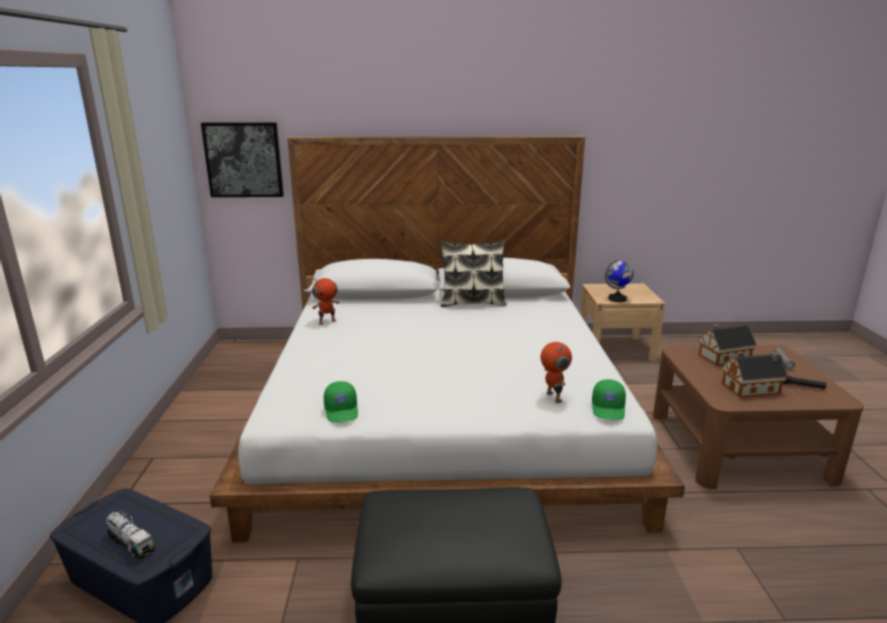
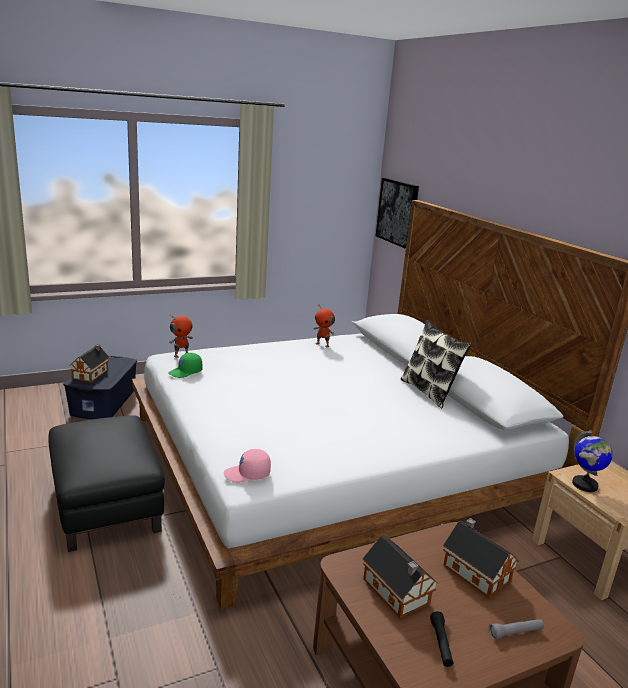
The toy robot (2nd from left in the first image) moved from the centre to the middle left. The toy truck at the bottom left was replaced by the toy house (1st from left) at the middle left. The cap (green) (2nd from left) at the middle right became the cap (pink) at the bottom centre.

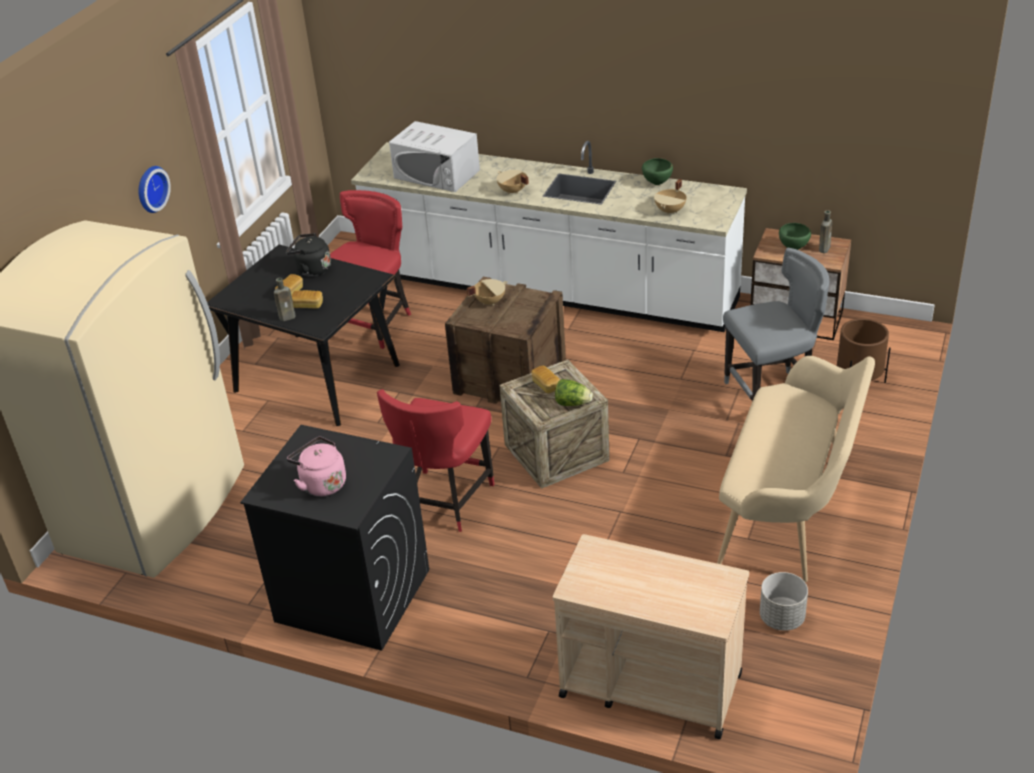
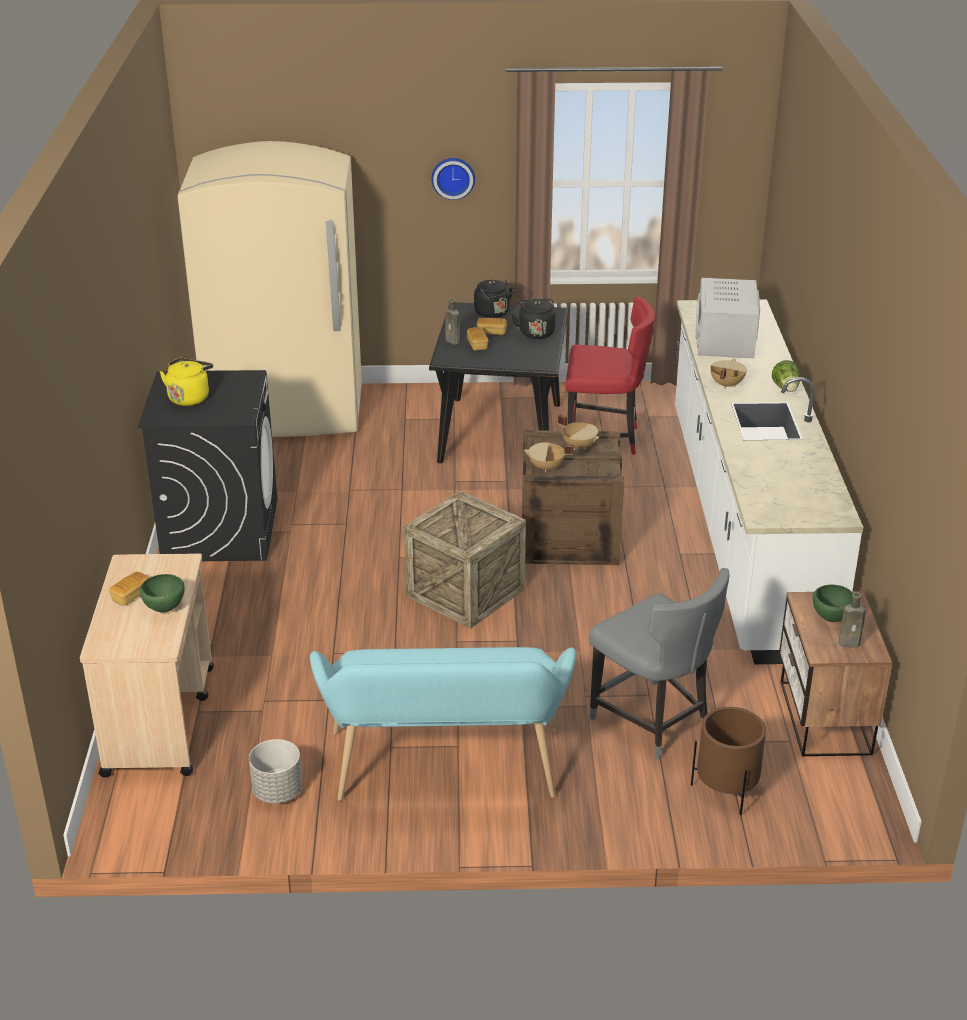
The chair (red) (2nd from left) at the centre disappeared. The kettle (black) (1st from left) at the top centre appeared. The bread (3rd from left in the first image) moved from the centre to the middle left. The lettuce moved from the centre to the middle right. The bowl (green) (1st from left) moved from the top centre to the middle left. The cooking pot (beige) (3rd from left in the first image) moved from the top centre to the centre. The kettle (pink) at the middle left became the kettle (yellow) at the middle left. The bench (beige) at the middle right became the bench (turquoise) at the bottom centre.

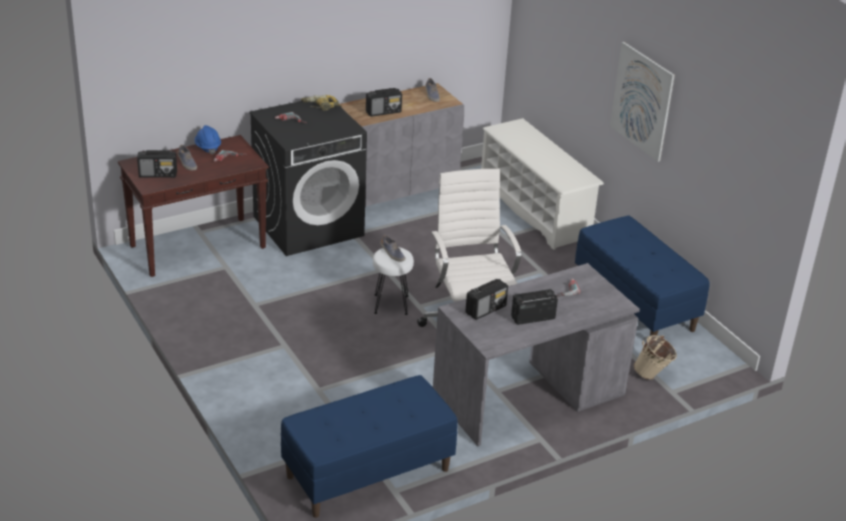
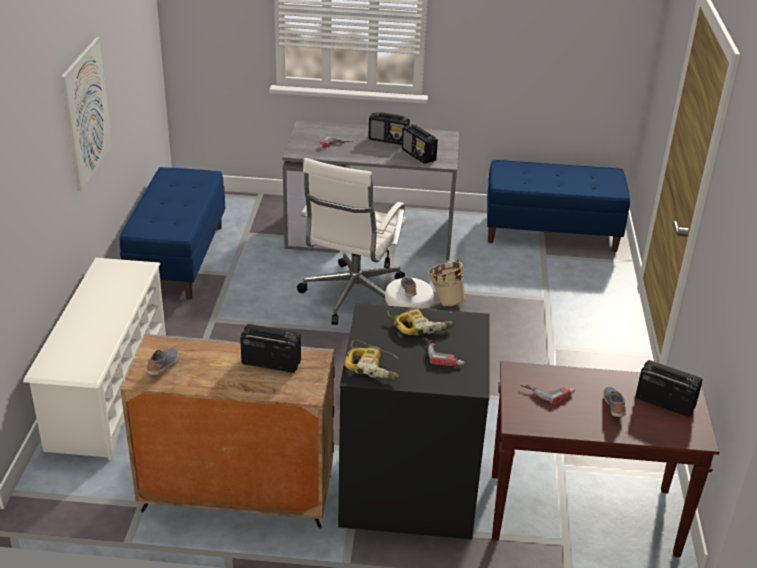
The hard hat (blue) at the top left disappeared. The power drill (3rd from left) at the centre appeared. The bucket (beige) moved from the bottom right to the centre. The radio (3rd from left) at the centre turned 120 degrees counterclockwise.

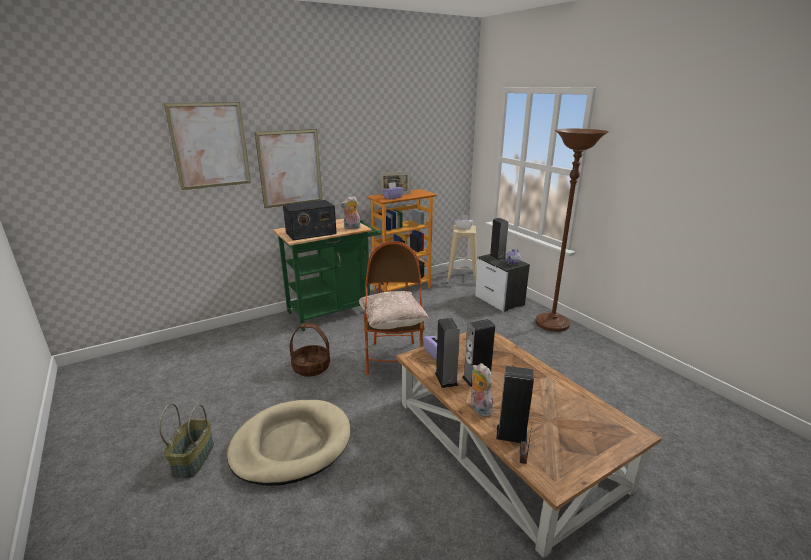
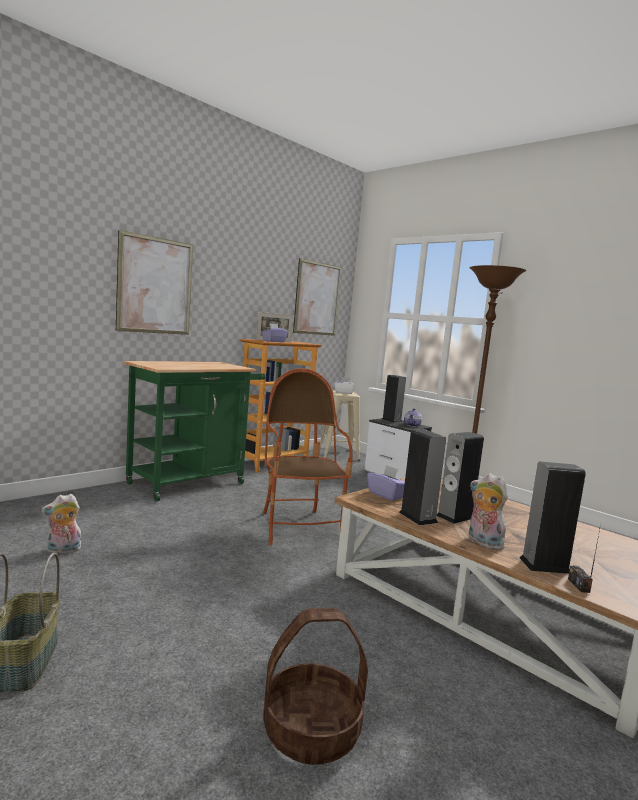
The dog bed (beige) at the bottom centre disappeared. The radio (1st from left) at the centre disappeared. The pillow (beige) at the centre disappeared. The picture (1st from left in the first image) moved from the top left to the centre. The basket (2nd from left) moved from the centre to the bottom centre. The plush toy (1st from left) moved from the centre to the middle left.

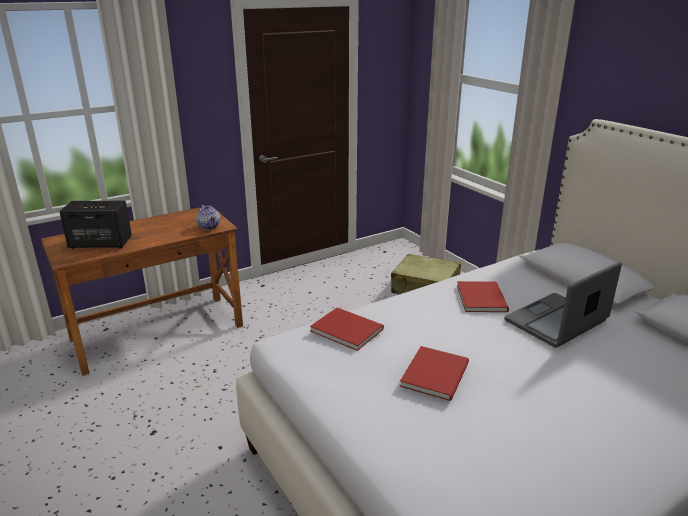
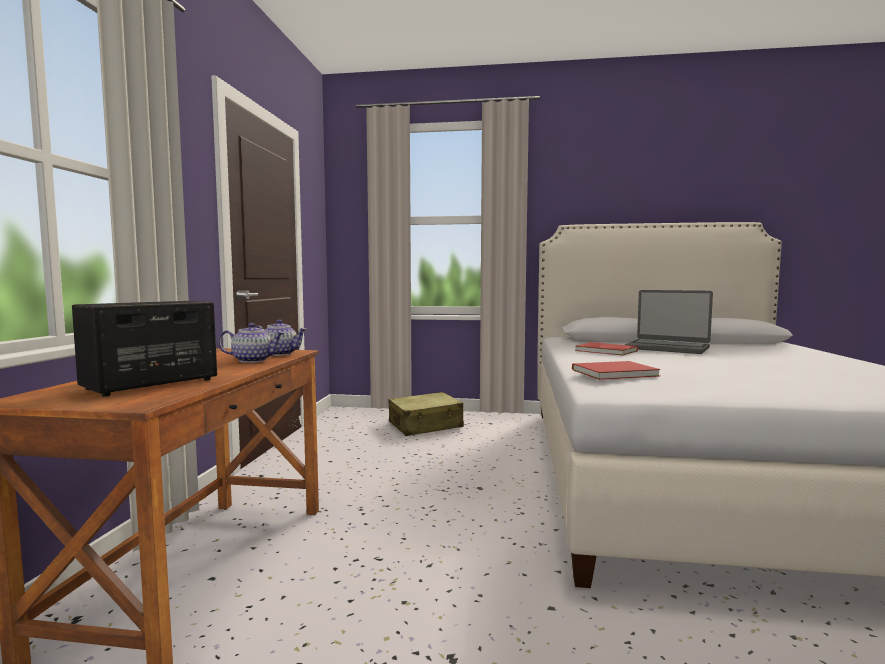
The book (red) (2nd from left) at the bottom centre disappeared. The teapot (1st from left) at the middle left appeared. The laptop at the middle right turned 60 degrees counterclockwise.

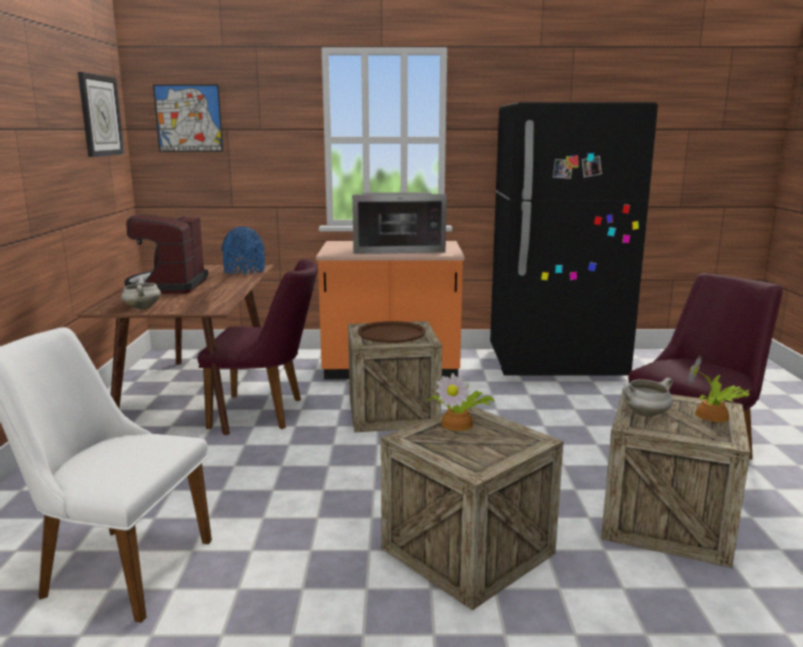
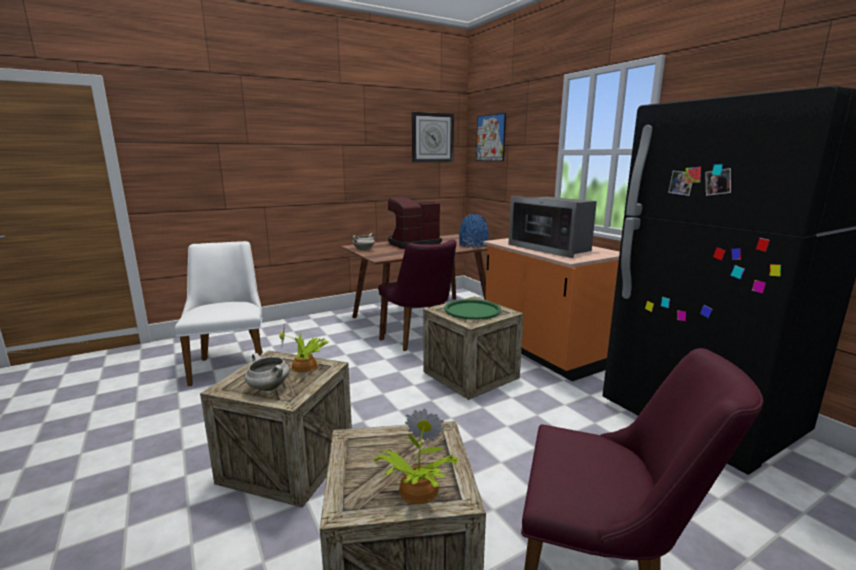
The cooking pot (white) (2nd from left in the first image) moved from the middle right to the middle left. The tray (brown) at the centre became the tray (green) at the centre.

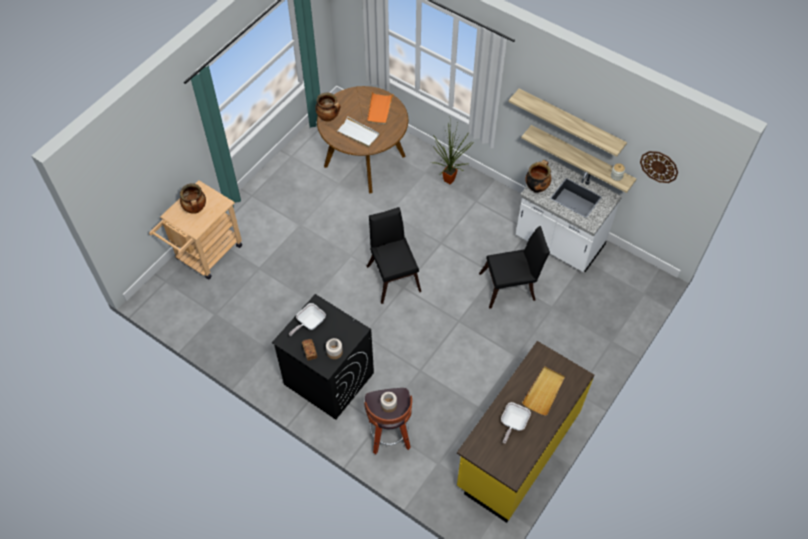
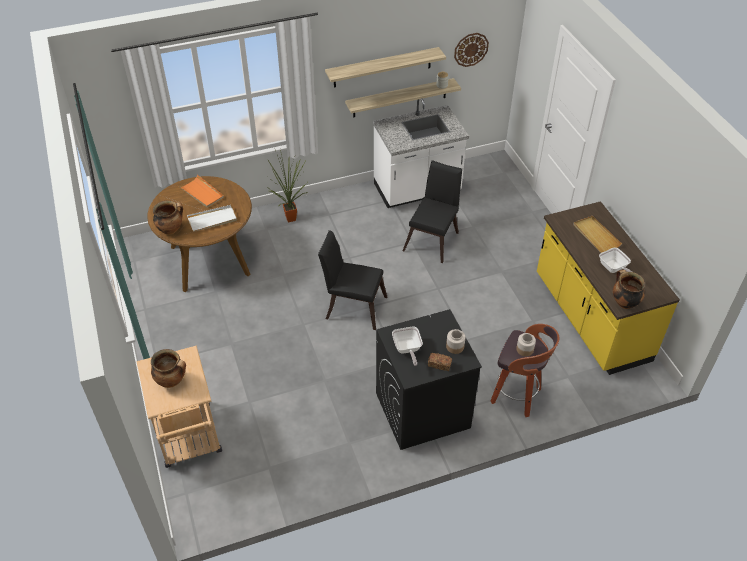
The cooking pot (3rd from left) moved from the top centre to the middle right.

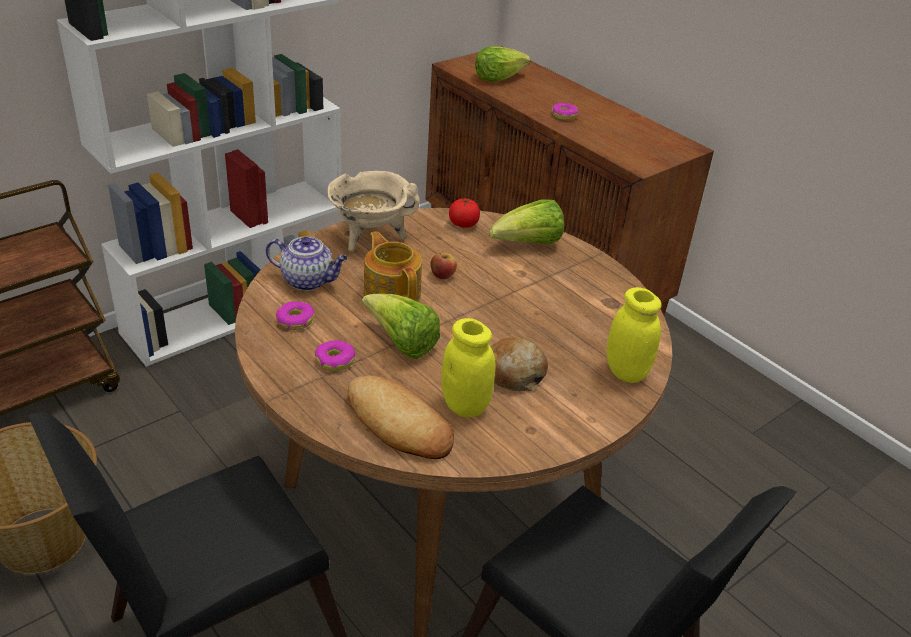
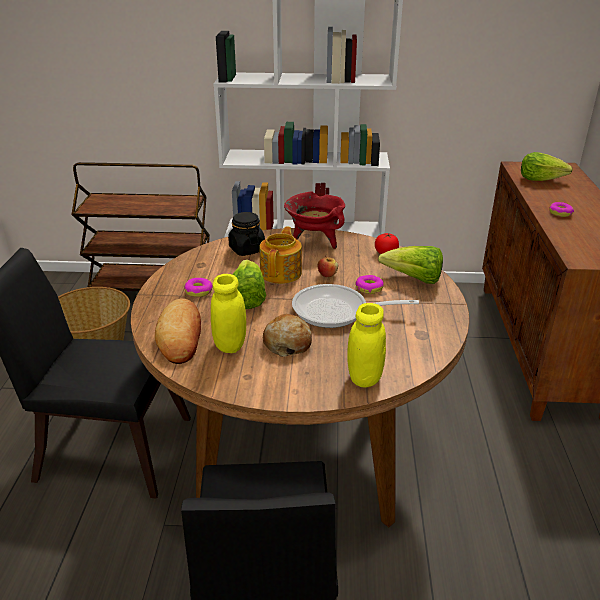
The frying pan at the centre appeared. The donut (1st from left in the first image) moved from the middle left to the centre. The teapot (1st from left) at the centre was replaced by the jar (black) at the centre. The cooking pot (beige) at the top centre became the cooking pot (red) at the centre.

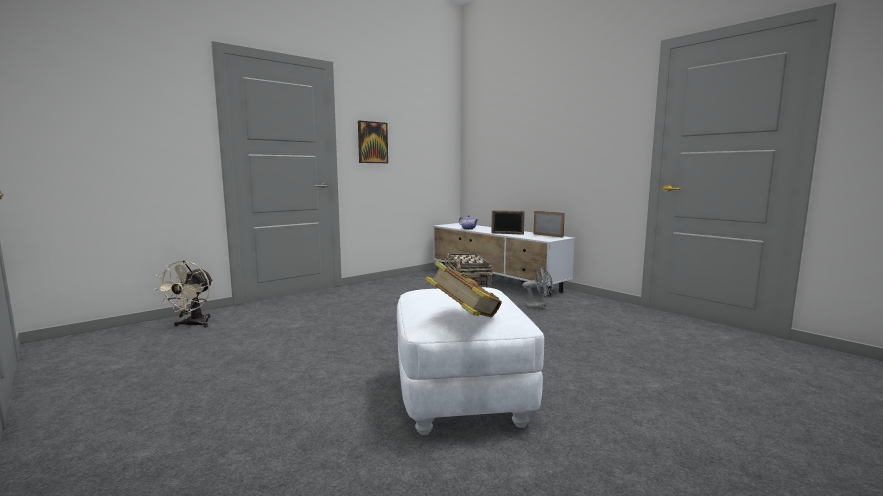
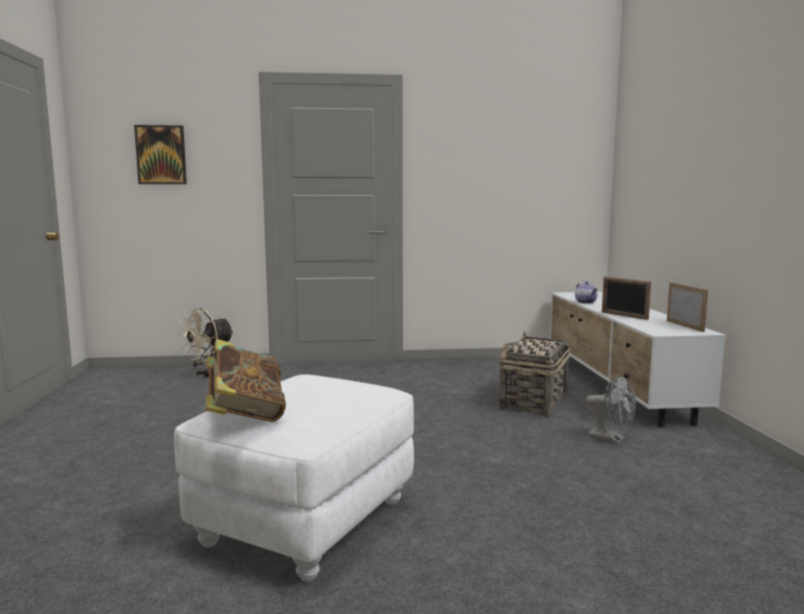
The picture moved from the top centre to the top left.

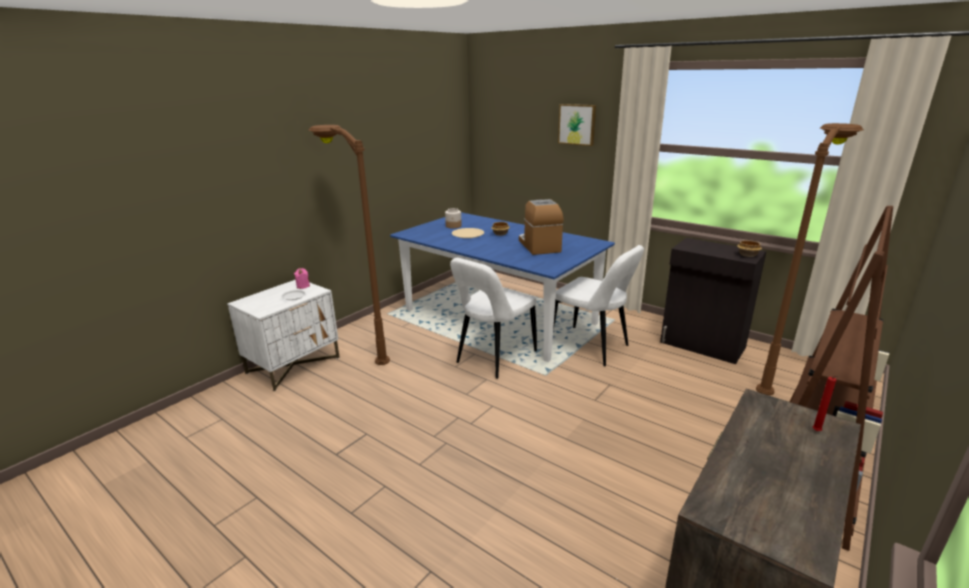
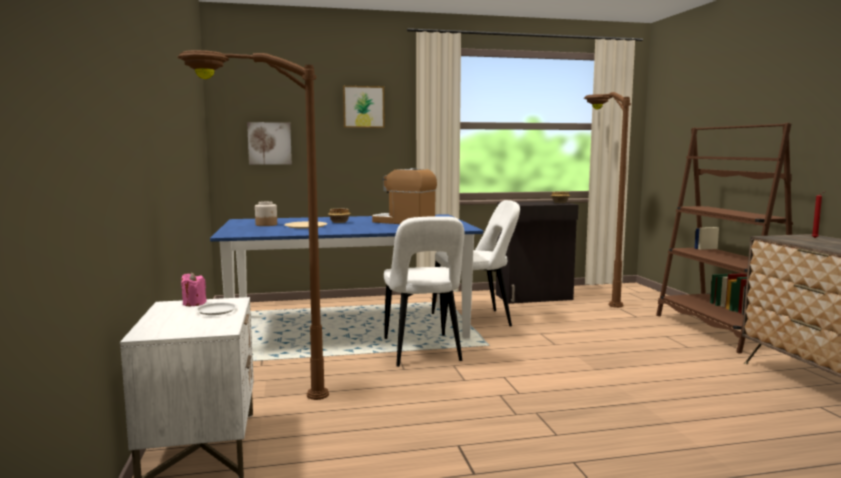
The picture (1st from left) at the top left appeared.

